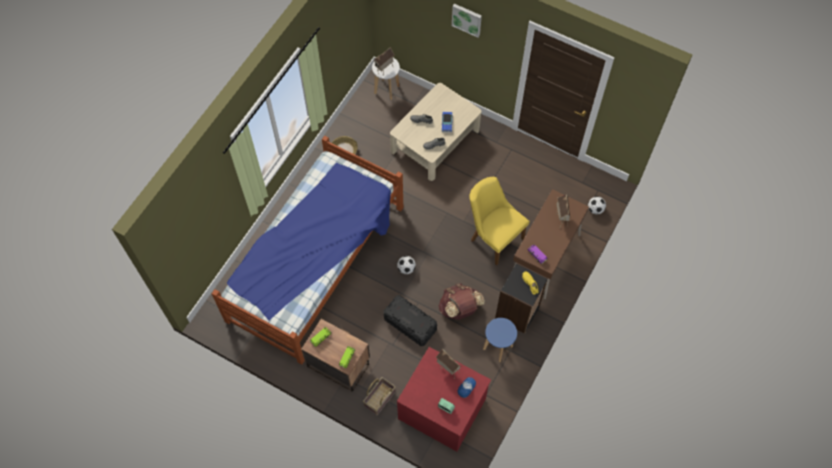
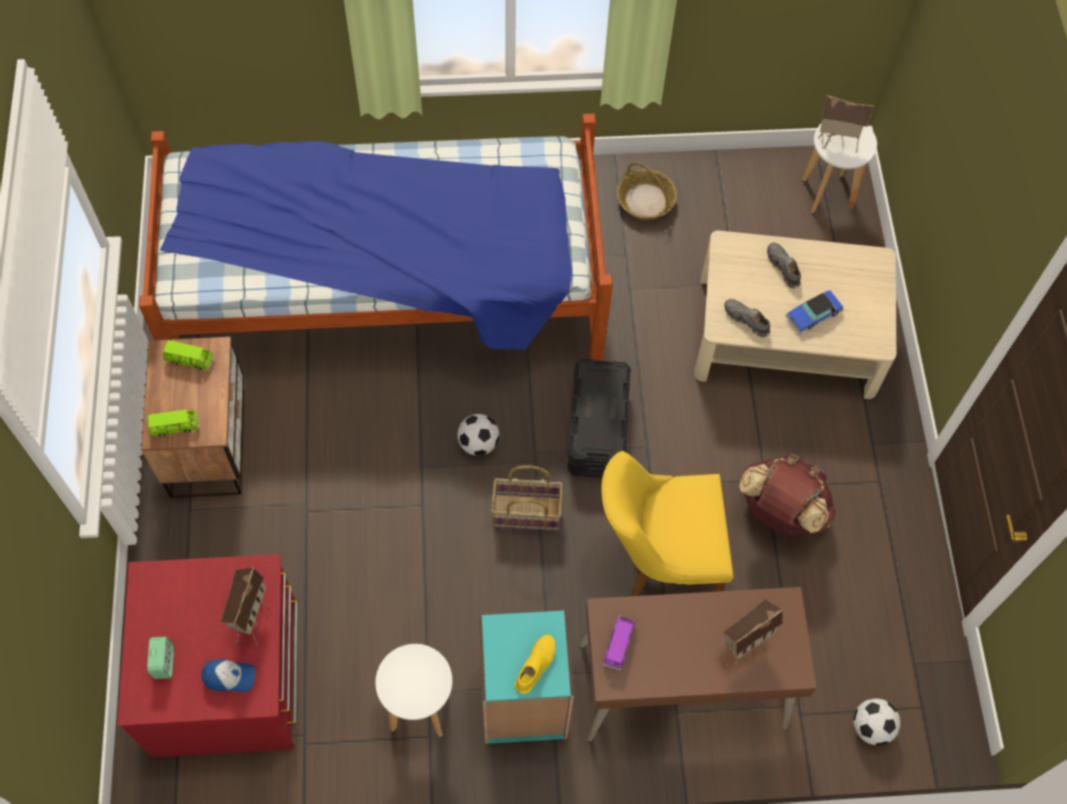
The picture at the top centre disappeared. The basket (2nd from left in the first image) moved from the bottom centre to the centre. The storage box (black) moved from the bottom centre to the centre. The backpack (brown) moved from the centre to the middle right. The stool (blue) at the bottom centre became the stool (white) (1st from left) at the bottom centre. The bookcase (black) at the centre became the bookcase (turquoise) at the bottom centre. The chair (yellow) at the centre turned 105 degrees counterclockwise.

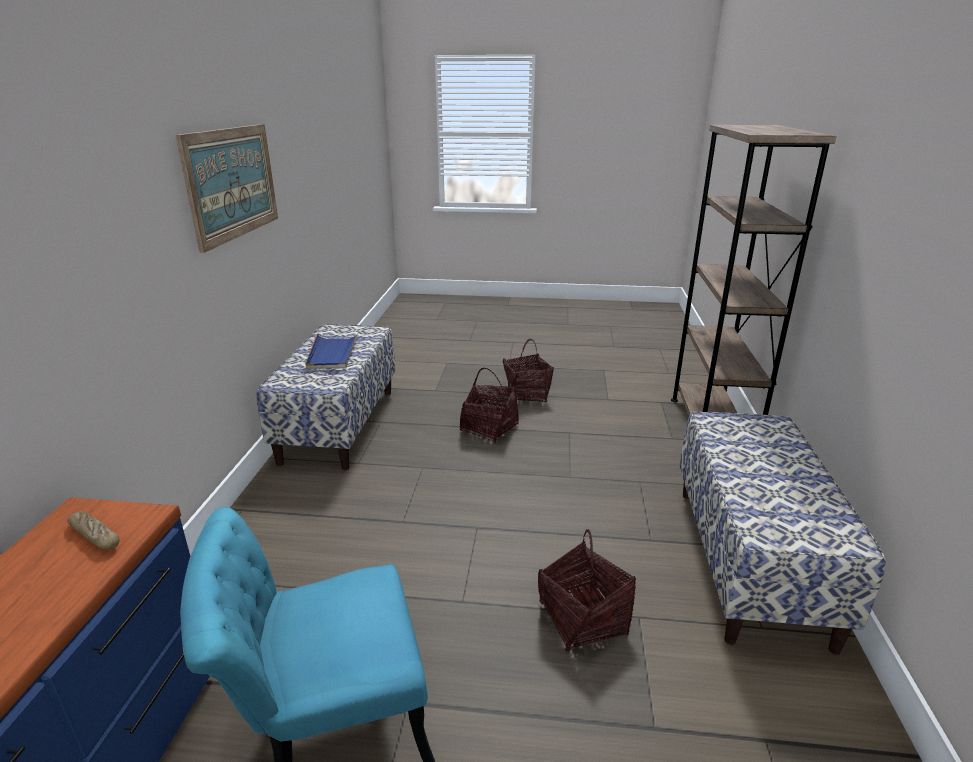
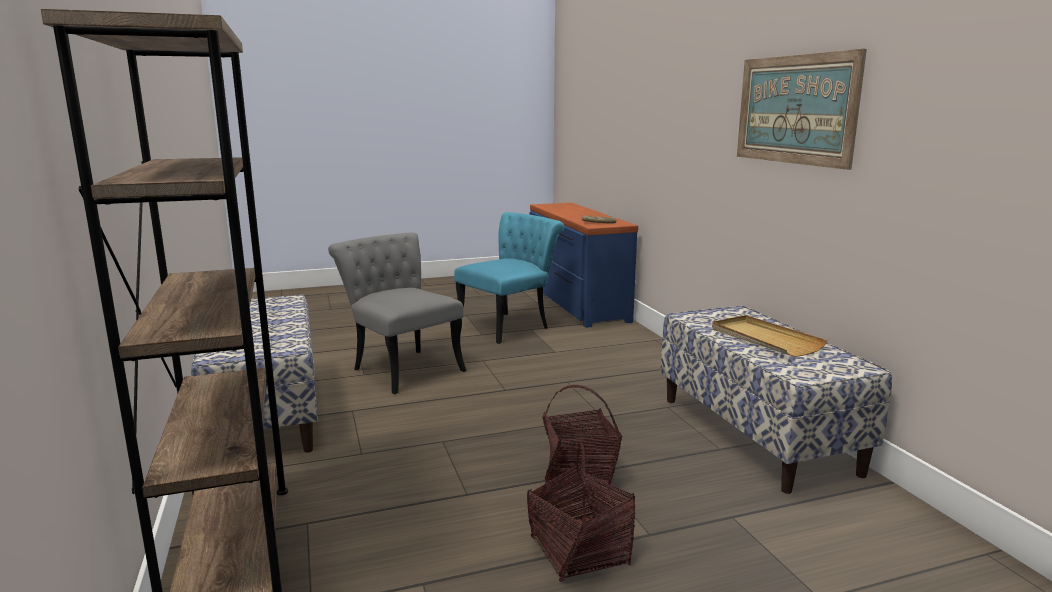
The basket (3rd from left) at the bottom centre was replaced by the chair (grey) at the centre. The tray (blue) at the centre became the tray (beige) at the middle right.

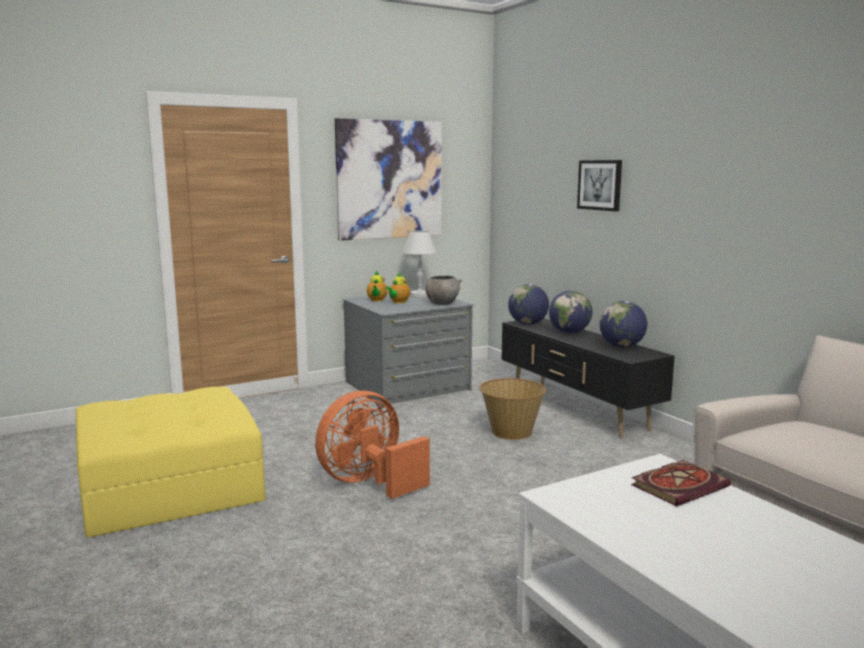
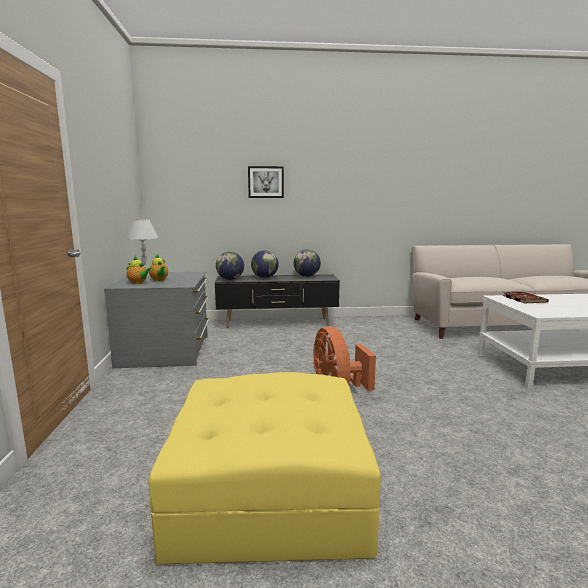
The picture (1st from left) at the top centre disappeared. The bowl (grey) at the centre disappeared. The basket at the centre disappeared.

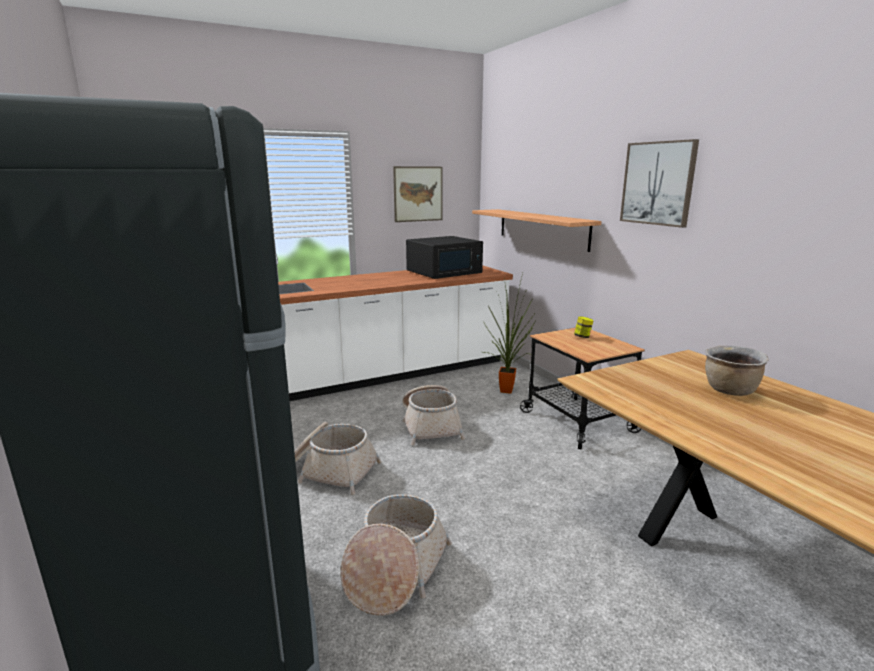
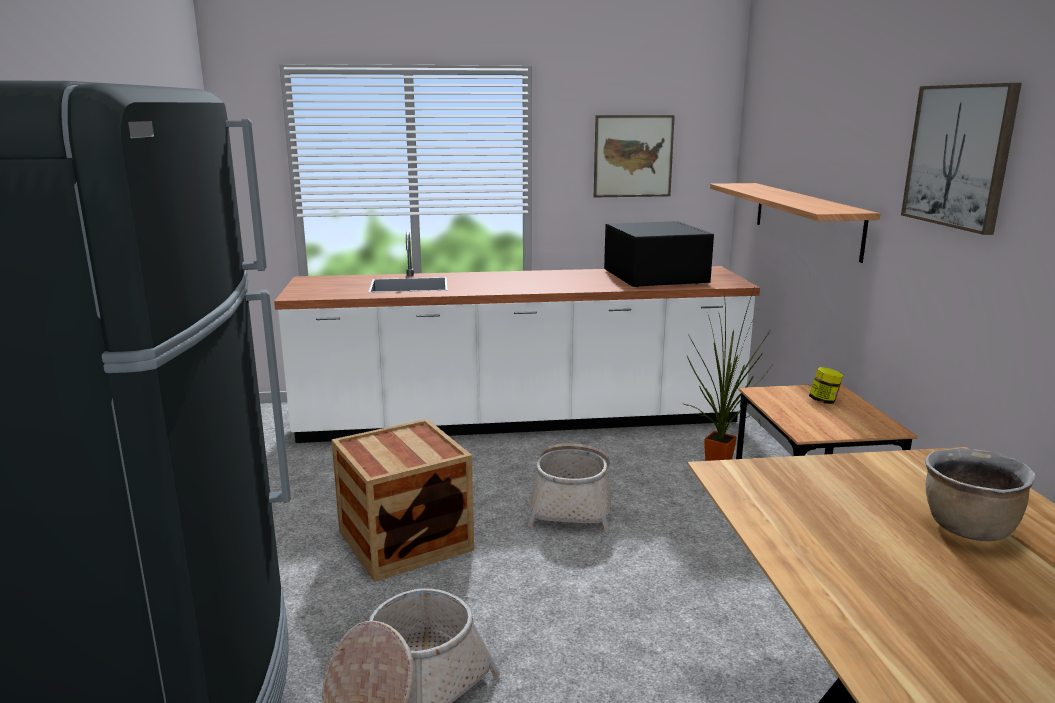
The basket (1st from left) at the bottom centre was replaced by the crate at the bottom centre. The microwave (black) at the centre turned 90 degrees counterclockwise.

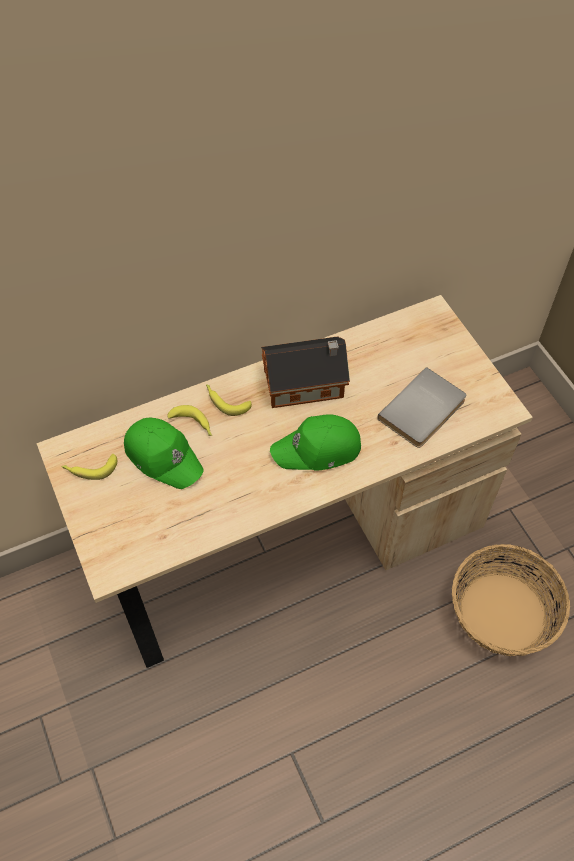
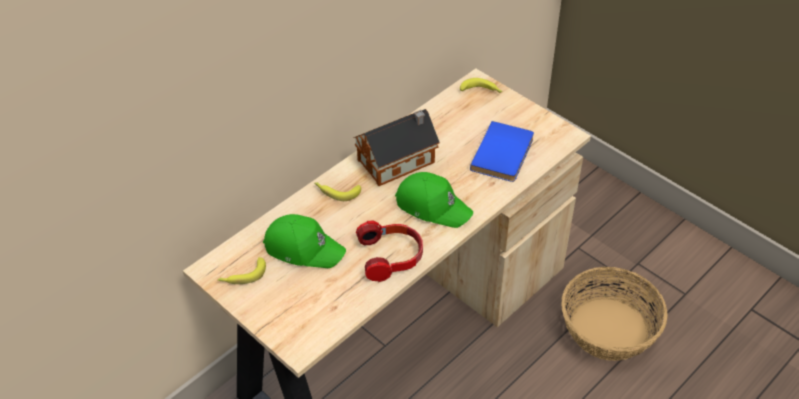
The headphones at the centre appeared. The banana (2nd from left in the first image) moved from the middle left to the top centre. The book (grey) at the middle right became the book (blue) at the centre. The cap (green) (2nd from left) at the centre turned 120 degrees counterclockwise.

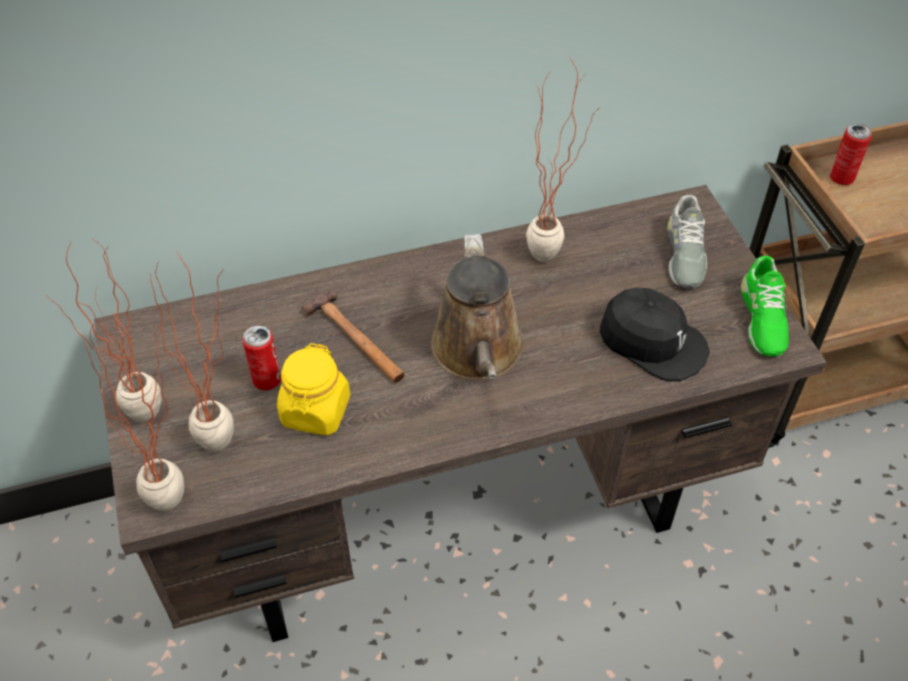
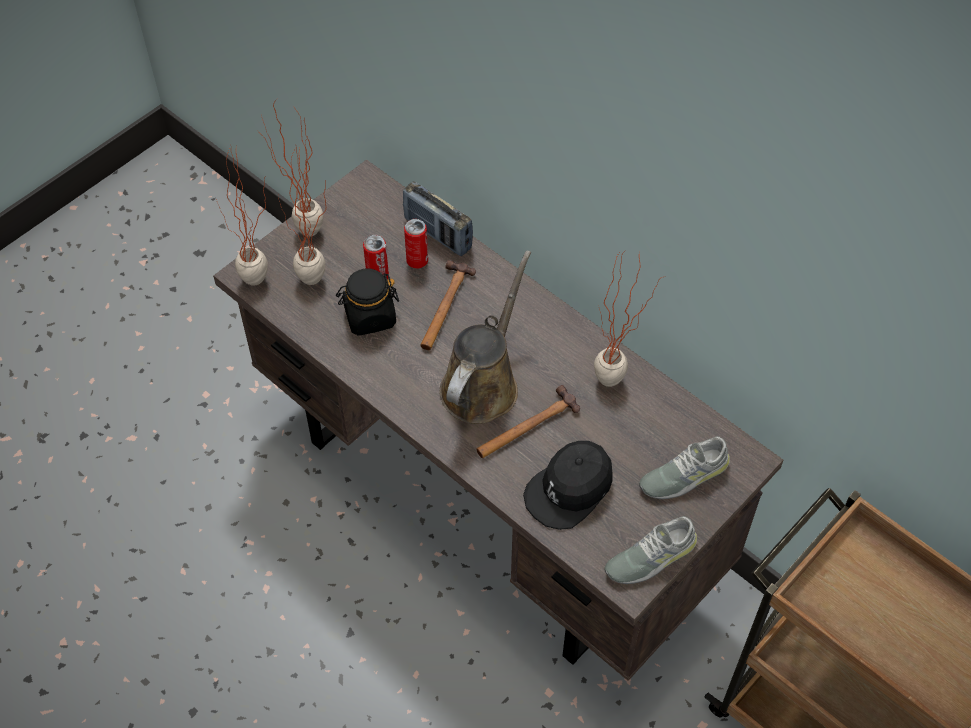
The radio at the top centre appeared. The hammer (2nd from left) at the centre appeared. The can (2nd from left) moved from the top right to the centre. The jar (yellow) at the centre became the jar (black) at the centre. The shoe (green) at the middle right became the shoe (grey) (1st from left) at the bottom right. The watering can (brown) at the centre turned 150 degrees clockwise. The cap (black) at the middle right turned 45 degrees clockwise.

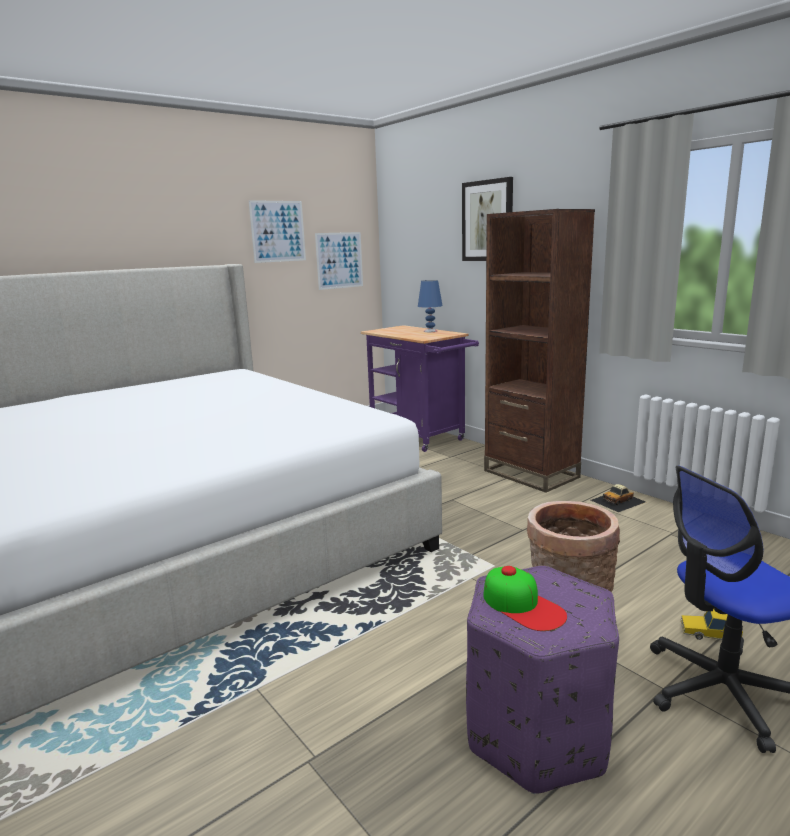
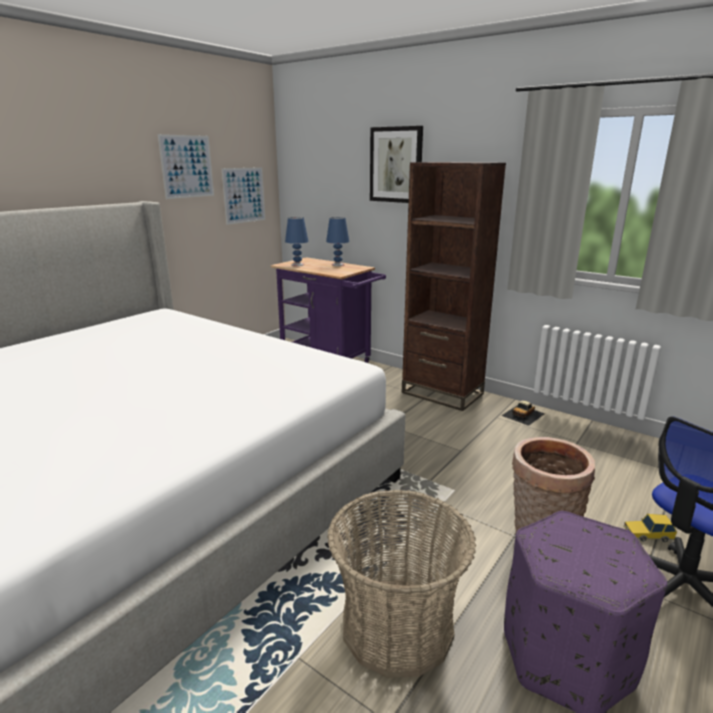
The cap at the bottom centre disappeared. The table lamp (blue) (1st from left) at the centre appeared. The basket (1st from left) at the bottom centre appeared.

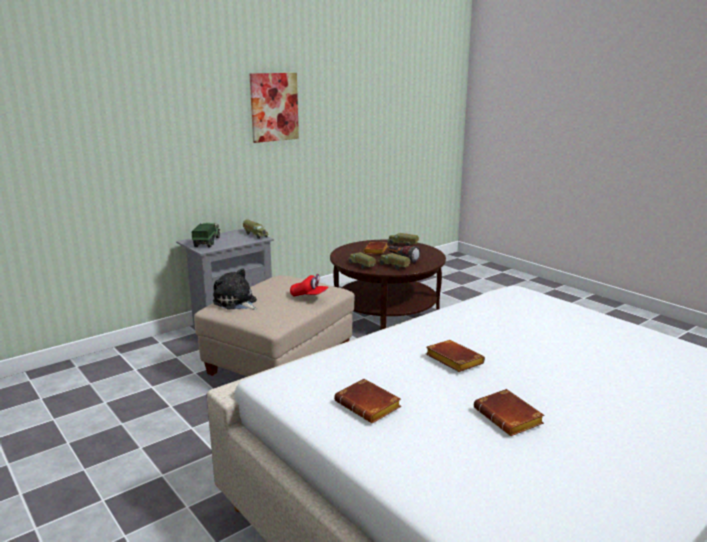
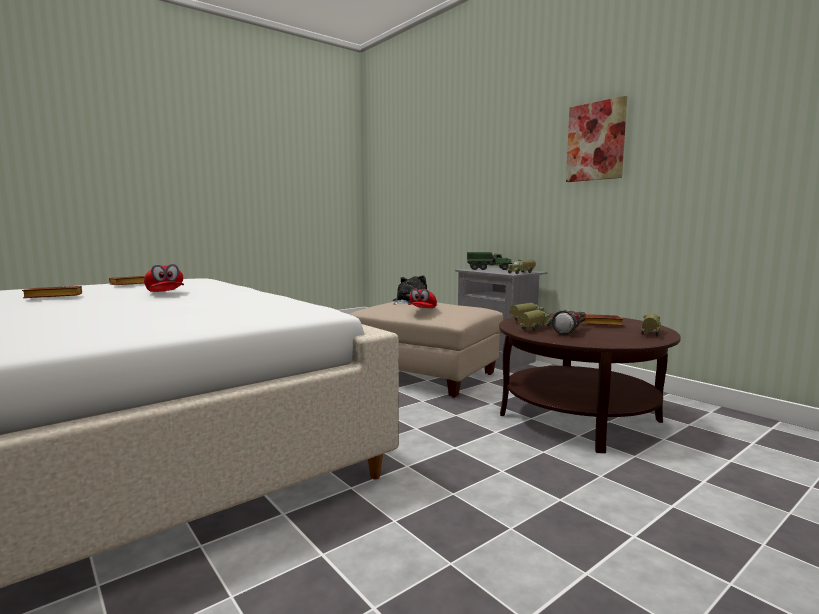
The book (brown) (3rd from left) at the centre was replaced by the cap (red) (1st from left) at the middle left.

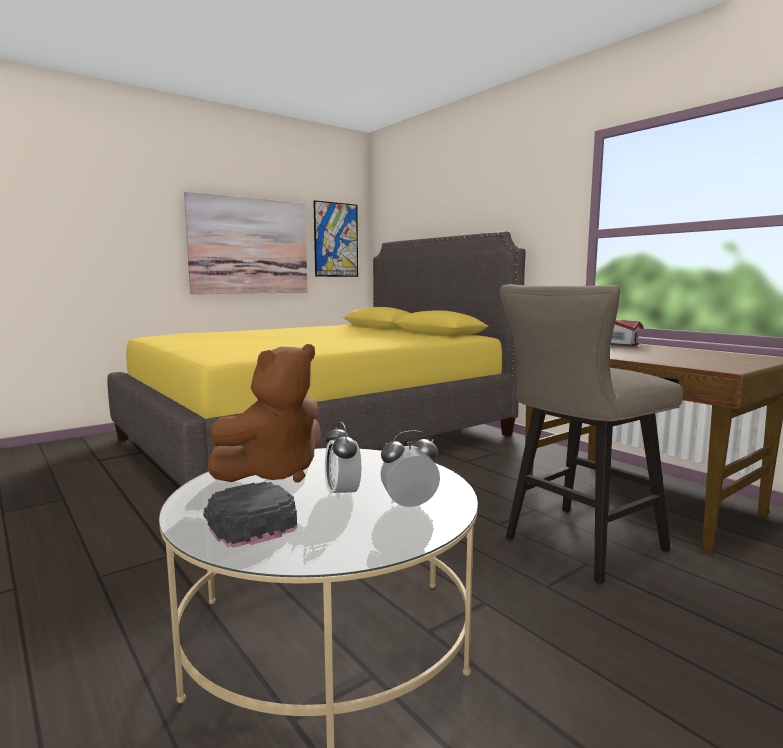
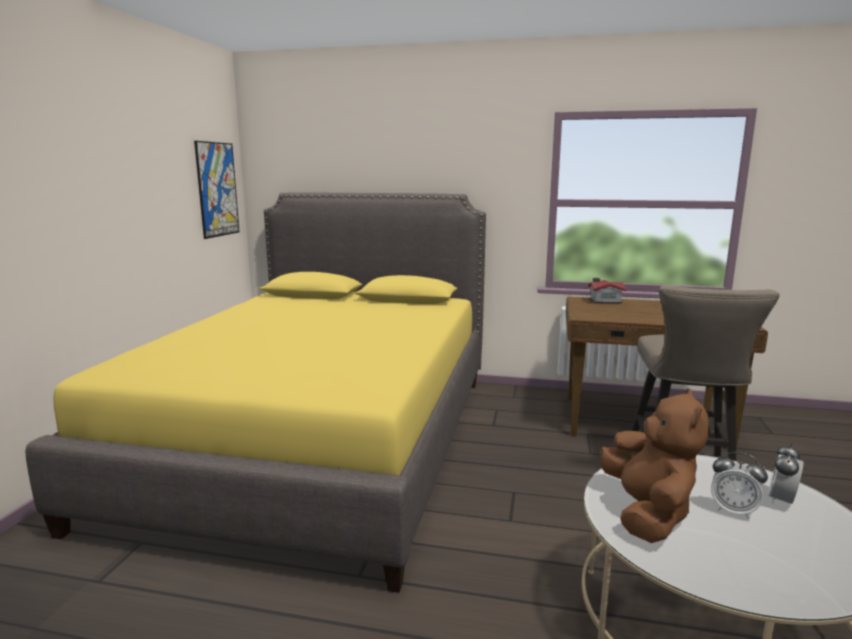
The picture (1st from left) at the top left disappeared. The cap (black) at the bottom left disappeared.

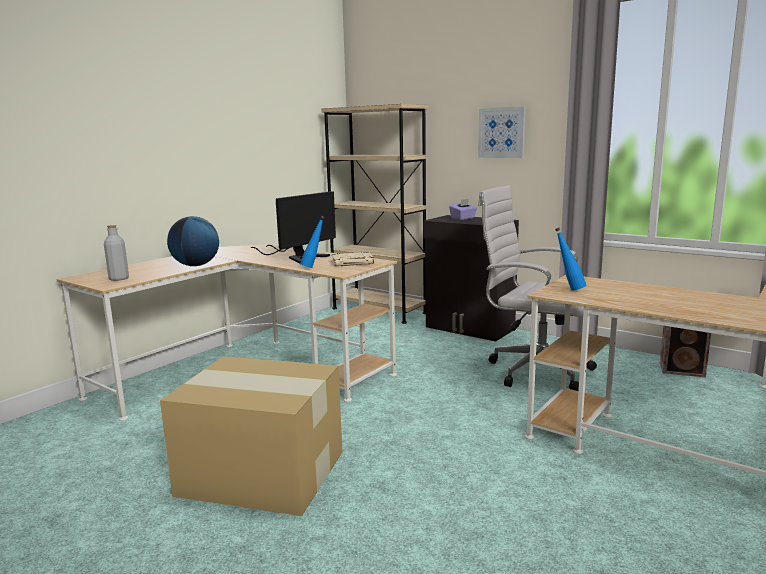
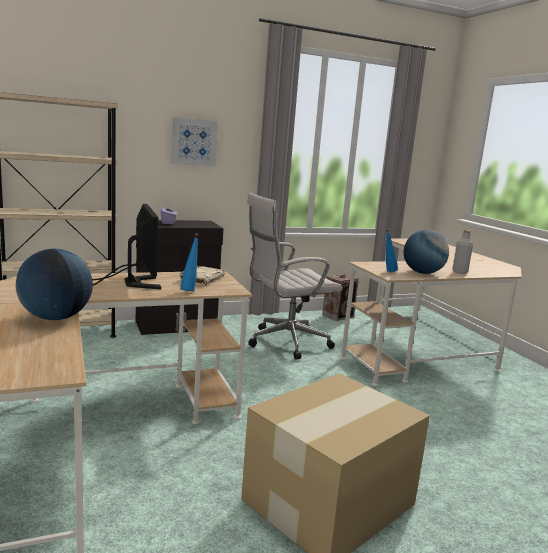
The globe (2nd from left) at the middle right appeared. The bottle (grey) moved from the middle left to the middle right.

